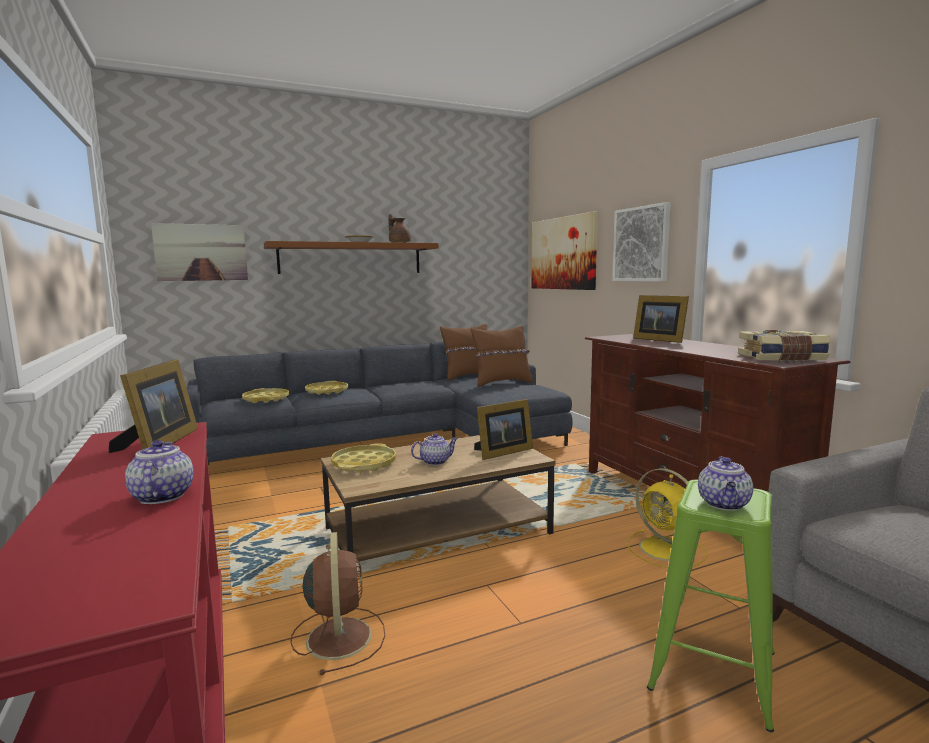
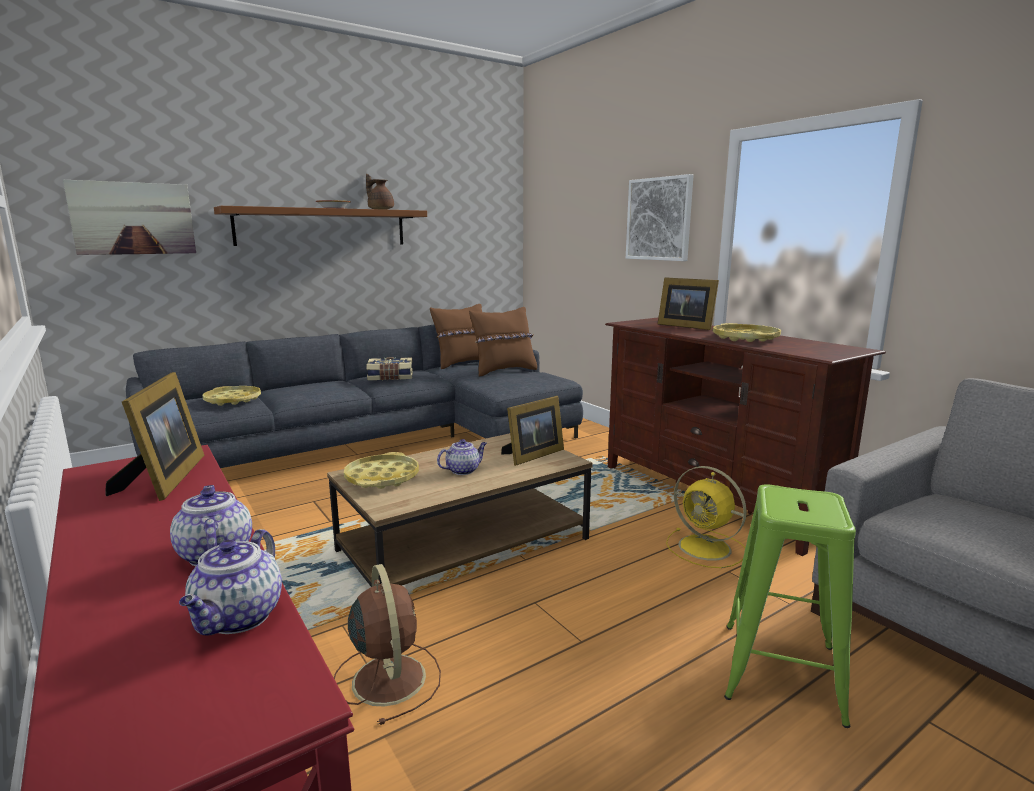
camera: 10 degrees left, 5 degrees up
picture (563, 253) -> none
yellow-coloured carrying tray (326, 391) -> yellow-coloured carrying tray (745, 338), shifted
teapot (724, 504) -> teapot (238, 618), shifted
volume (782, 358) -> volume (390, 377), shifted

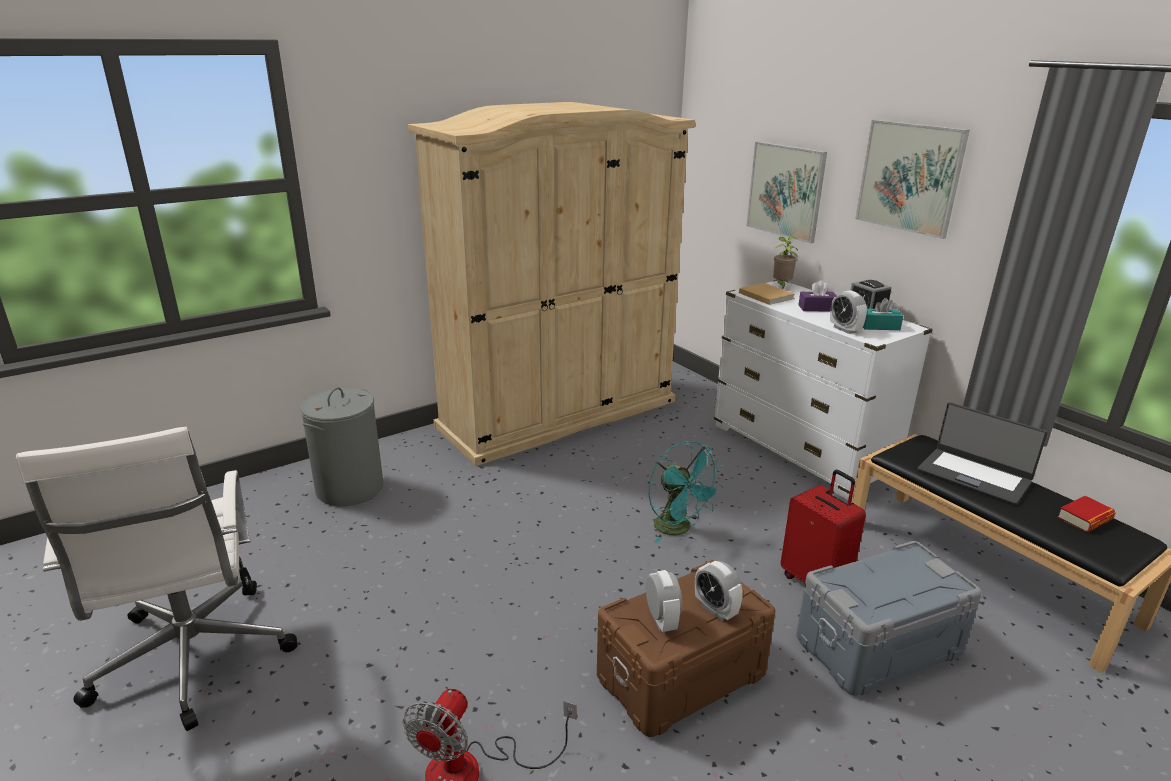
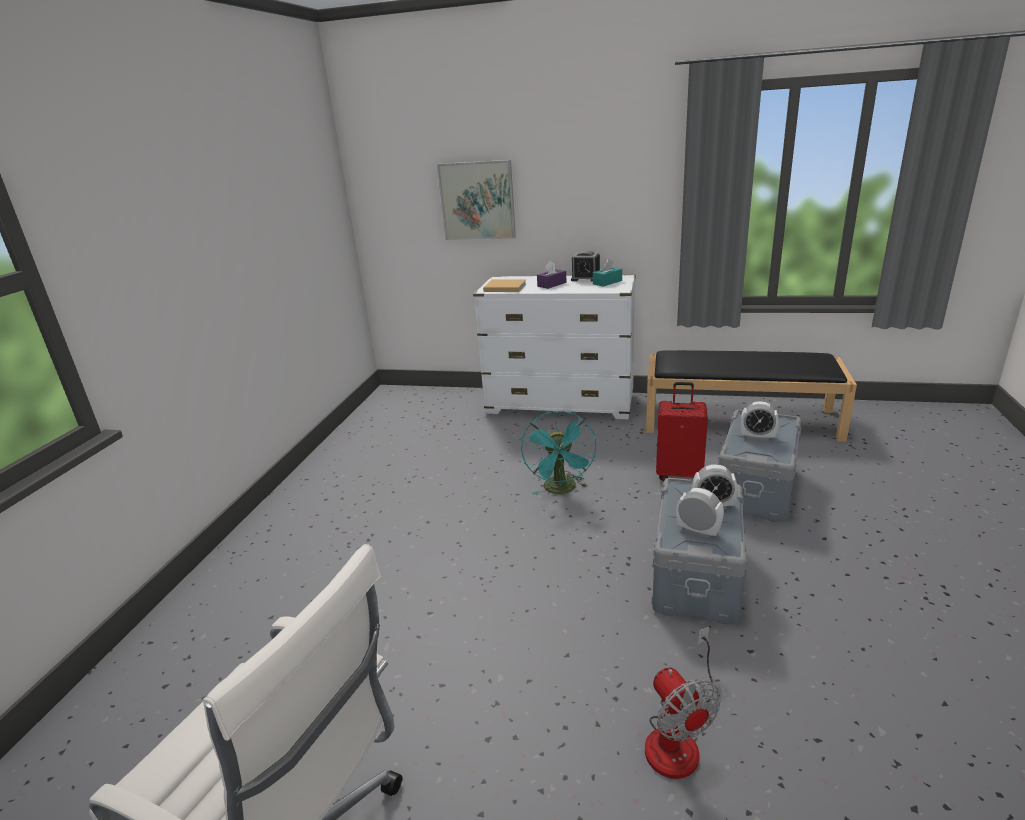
camera: 40 degrees left, 0 degrees up
gray hamper (350, 488) -> none
sand-coloured armoire (558, 413) -> none
houseplant (781, 286) -> none
picture (909, 177) -> none
portable computer (974, 476) -> none
volume (1084, 519) -> none
alarm clock (845, 329) -> alarm clock (757, 437), shifted
brown-coloured storage container (682, 676) -> gray storage container (698, 575)
turquoise cooling fan (679, 529) -> turquoise cooling fan (561, 490), 75 degrees clockwise

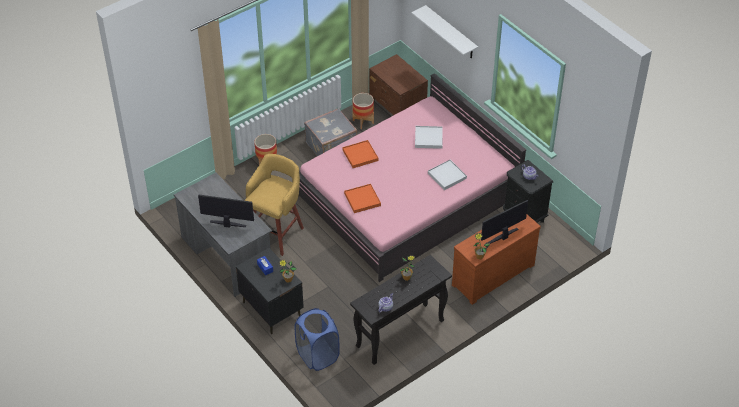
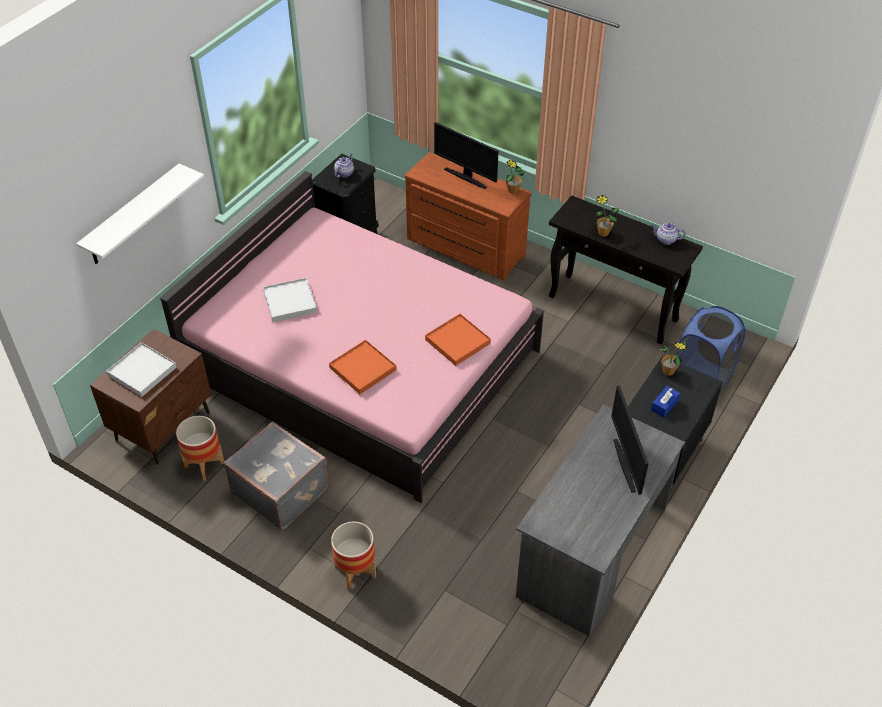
camera: 110 degrees left, 0 degrees up
yellow-coloured sitting stool (276, 233) -> none
white carrying tray (447, 176) -> white carrying tray (142, 371), shifted

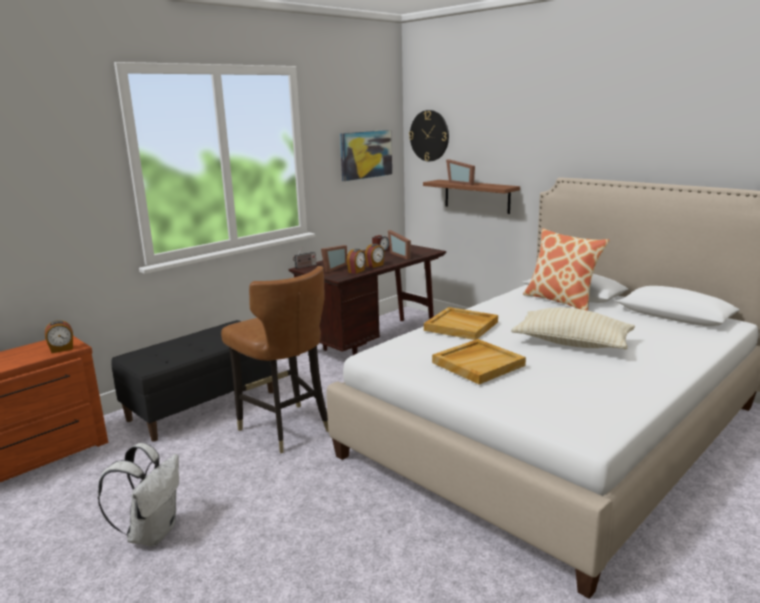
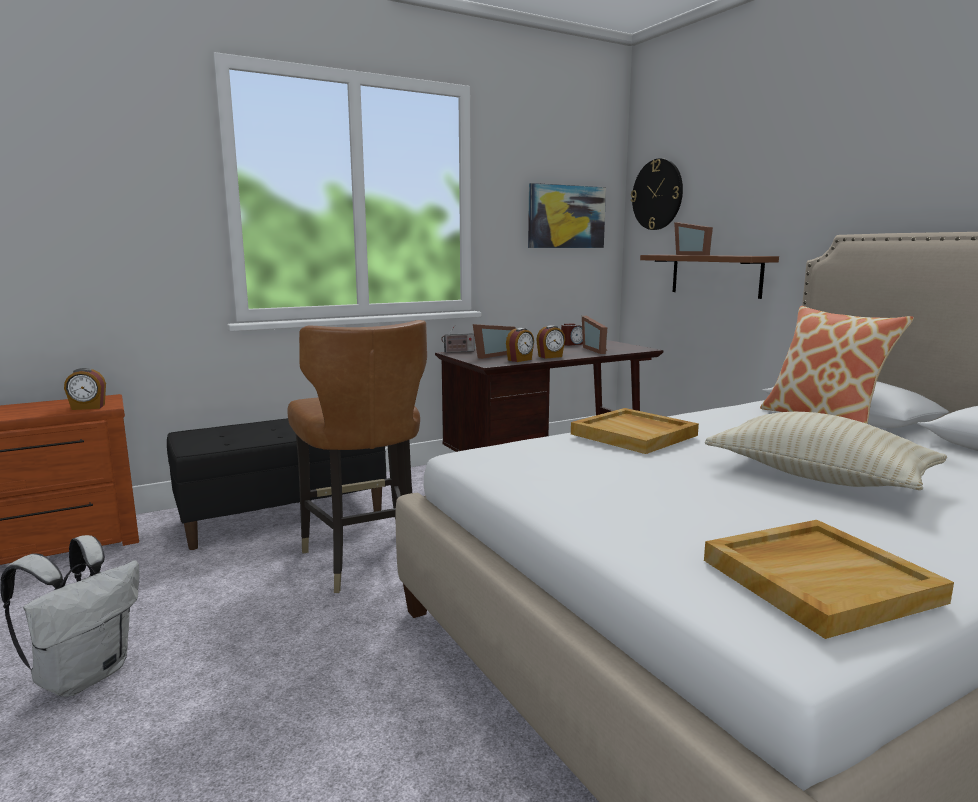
camera: 15 degrees right, 5 degrees down
sand-coloured carrying tray (478, 364) -> sand-coloured carrying tray (819, 579), shifted

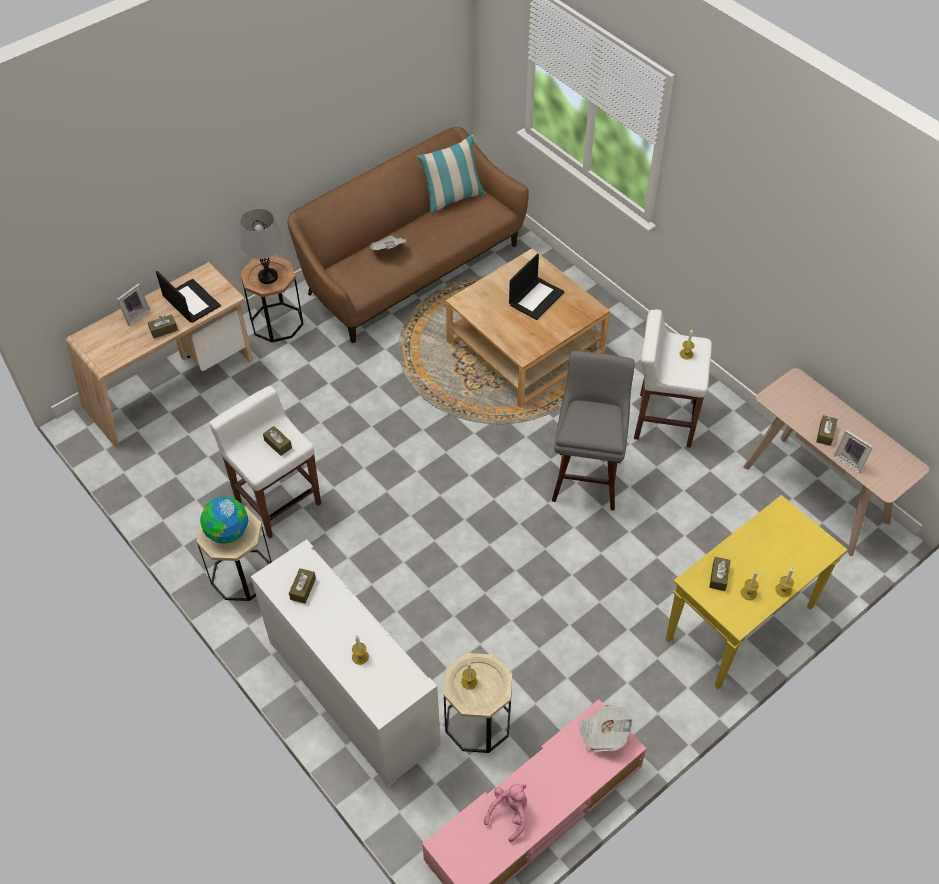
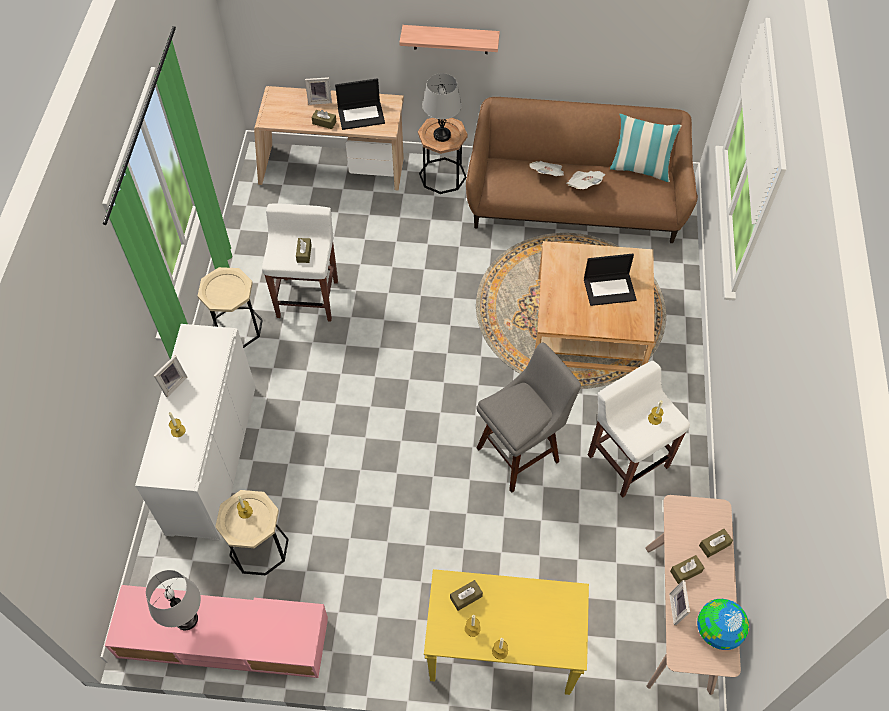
camera: 45 degrees right, 5 degrees up
none -> picture frame (172, 384)
none -> bracket shelf (450, 39)
world globe (227, 532) -> world globe (717, 631), shifted
brown-coloured box of tissues (303, 589) -> brown-coloured box of tissues (714, 545), shifted
printed paper (603, 734) -> printed paper (584, 185), shifted
pinkish cuddly toy (509, 813) -> gray tabletop lamp (186, 619)
portable computer (190, 301) -> portable computer (361, 115), 75 degrees clockwise

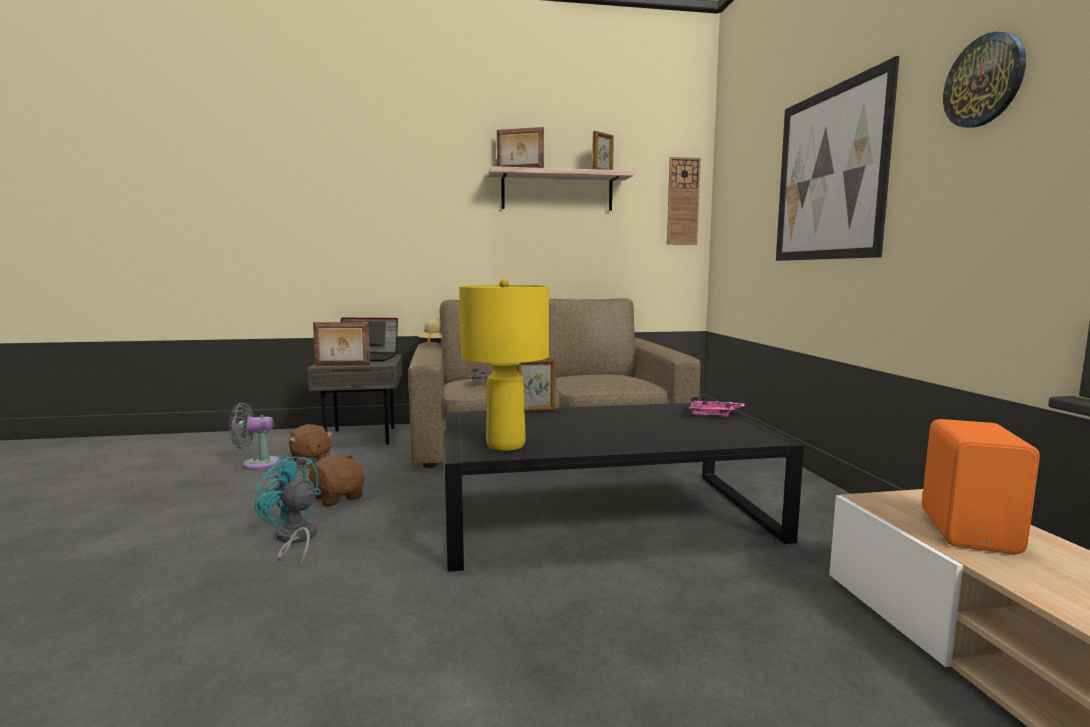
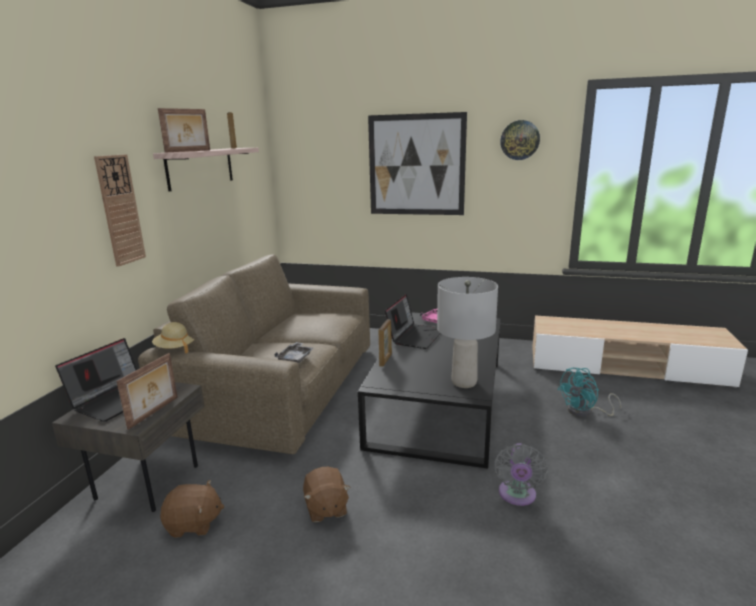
camera: 65 degrees left, 10 degrees up
orangey audio speaker (971, 531) -> none
none -> portable computer (415, 336)
gray cooling fan (257, 464) -> gray cooling fan (517, 496), shifted
turquoise cooling fan (294, 539) -> turquoise cooling fan (585, 412), shifted
wall clock (683, 201) -> wall clock (120, 210), shifted
yellow-coloured tabletop lamp (506, 445) -> gray tabletop lamp (463, 382)
brown-coloured cuddly toy (338, 497) -> brown-coloured cuddly toy (326, 508), 90 degrees counterclockwise

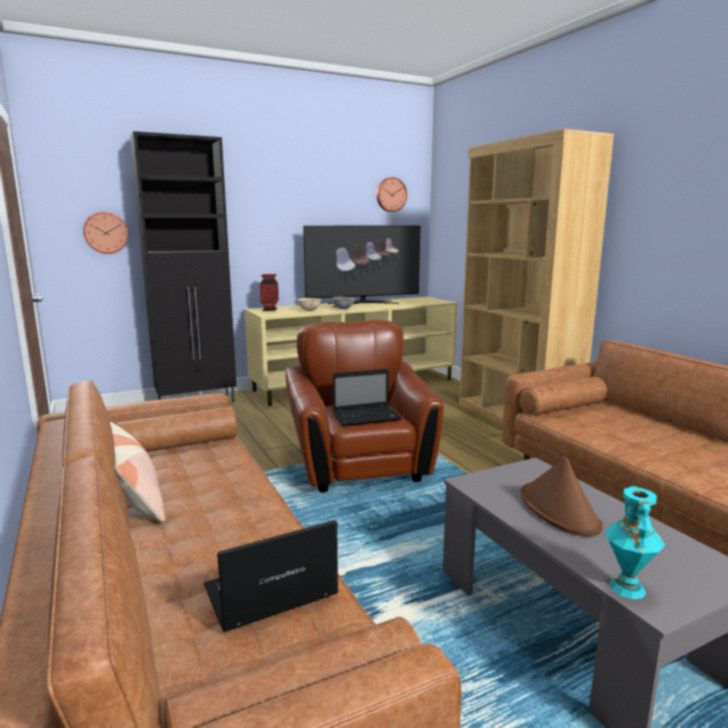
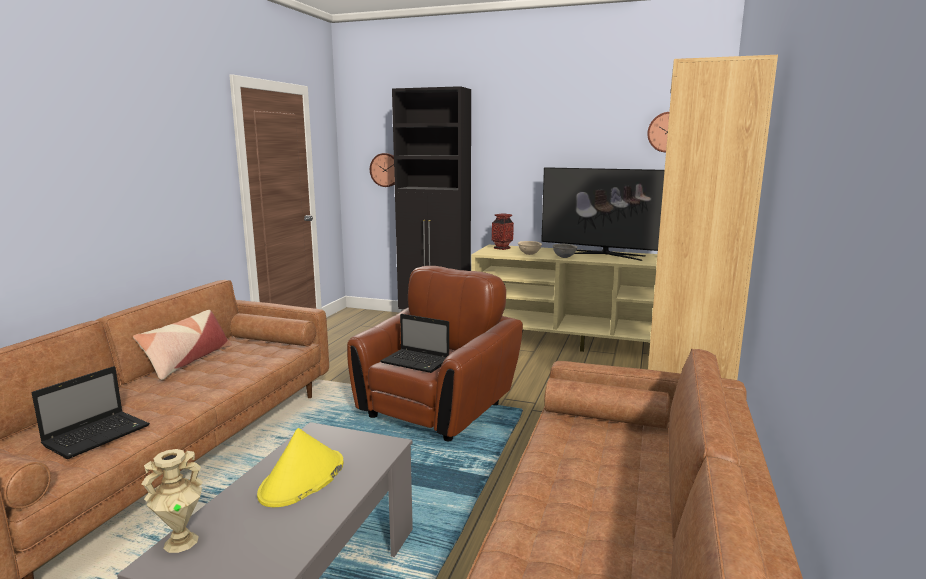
camera: 45 degrees right, 0 degrees up
brown-coloured hat (559, 510) -> yellow-coloured hat (302, 479)
turquoise flower vase (626, 587) -> sand-coloured flower vase (181, 541)
portable computer (268, 594) -> portable computer (99, 435), 105 degrees clockwise

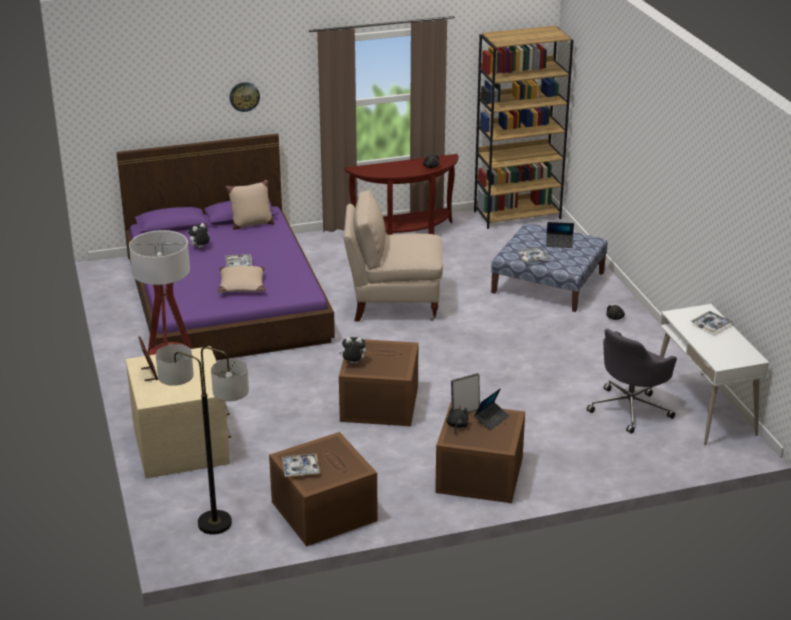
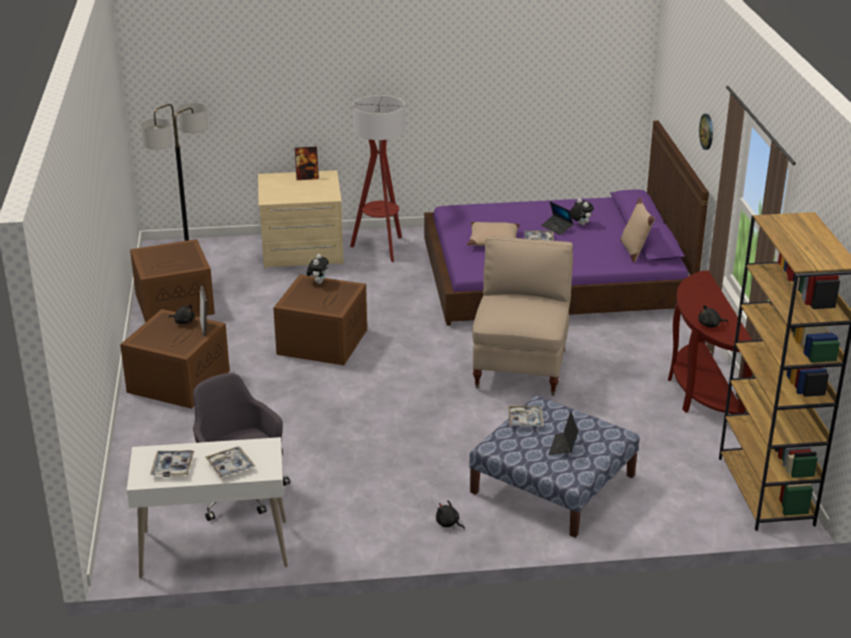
camera: 100 degrees right, 0 degrees up
carrying tray (300, 469) -> carrying tray (172, 467), shifted
portable computer (491, 419) -> portable computer (557, 228), shifted

